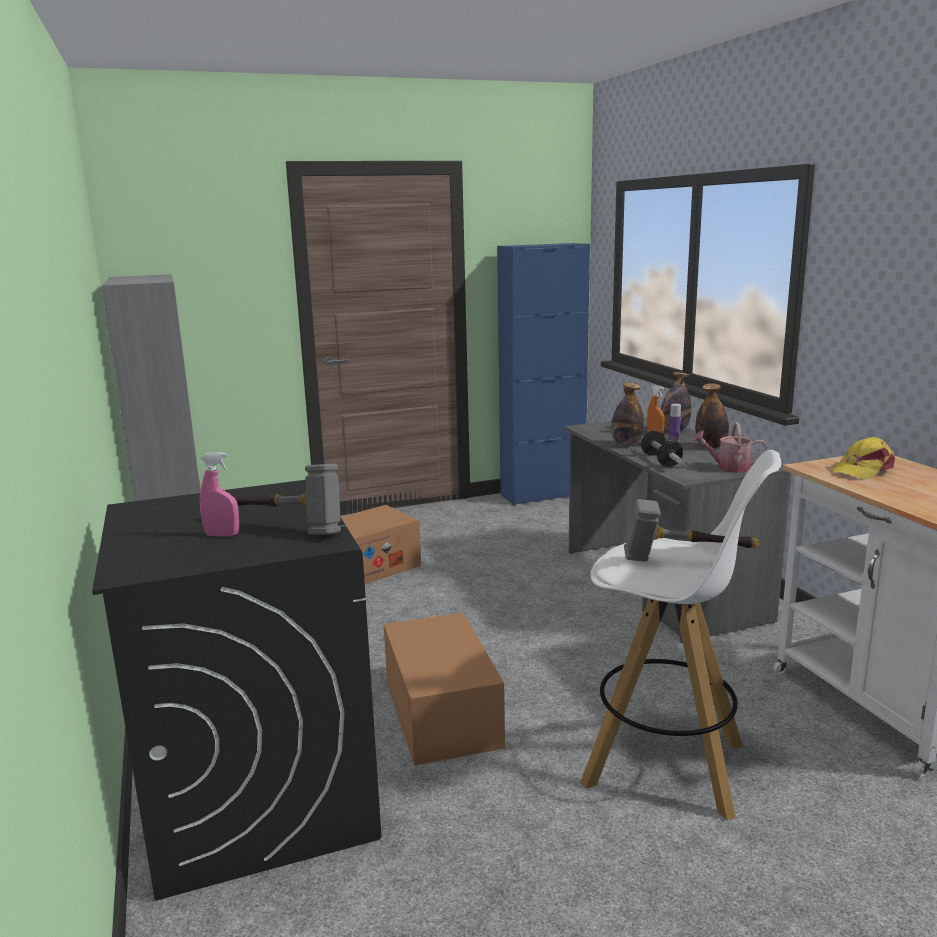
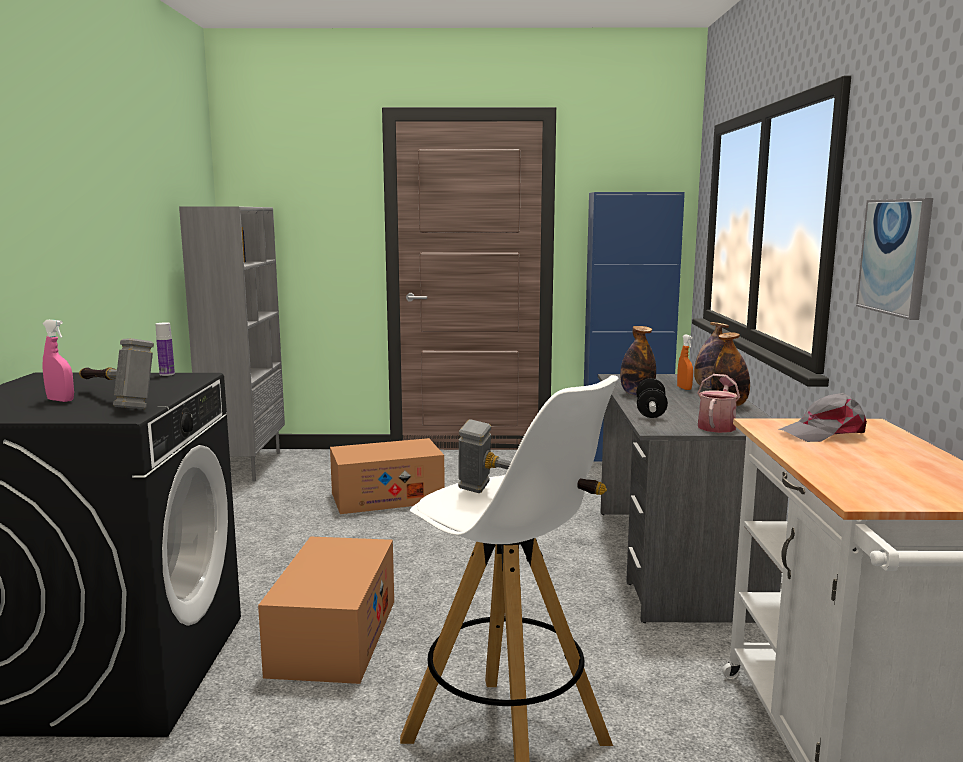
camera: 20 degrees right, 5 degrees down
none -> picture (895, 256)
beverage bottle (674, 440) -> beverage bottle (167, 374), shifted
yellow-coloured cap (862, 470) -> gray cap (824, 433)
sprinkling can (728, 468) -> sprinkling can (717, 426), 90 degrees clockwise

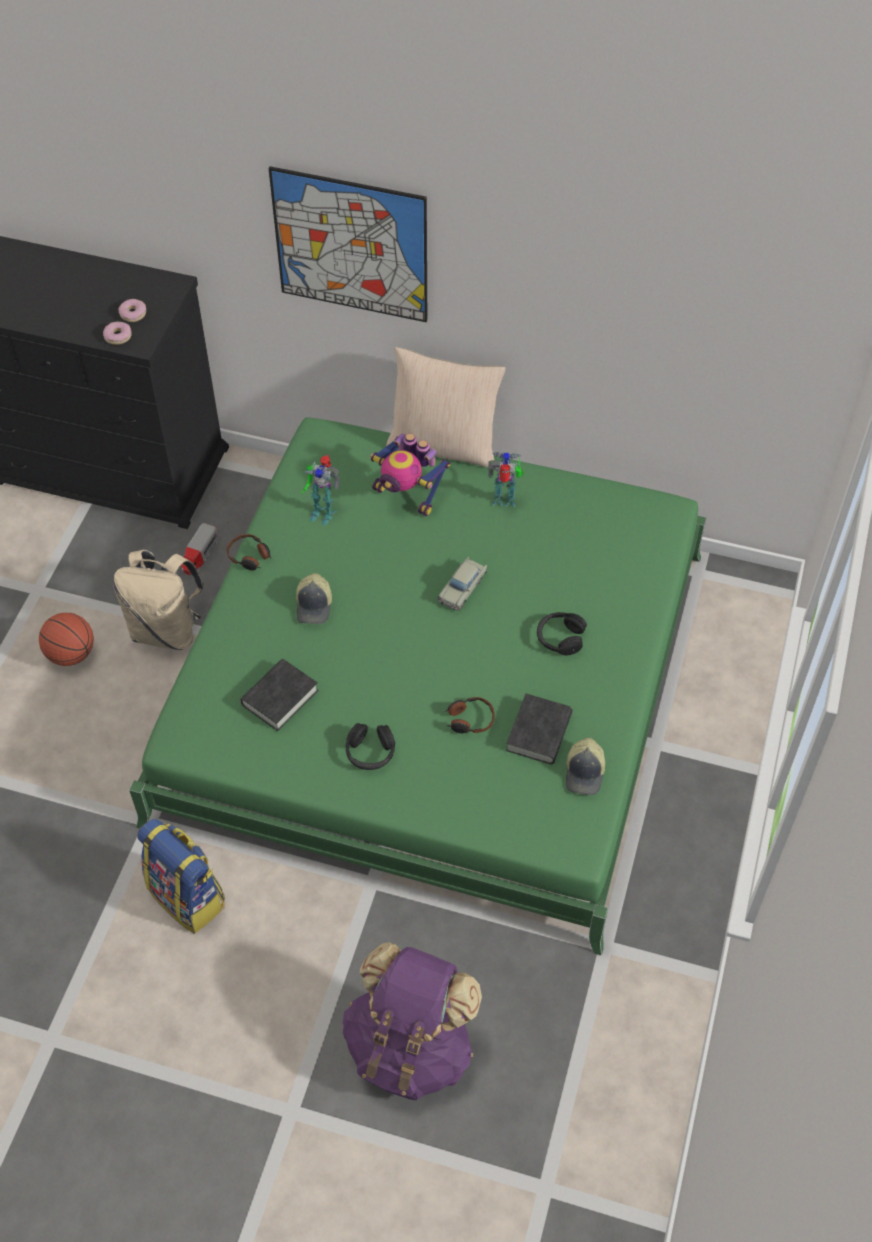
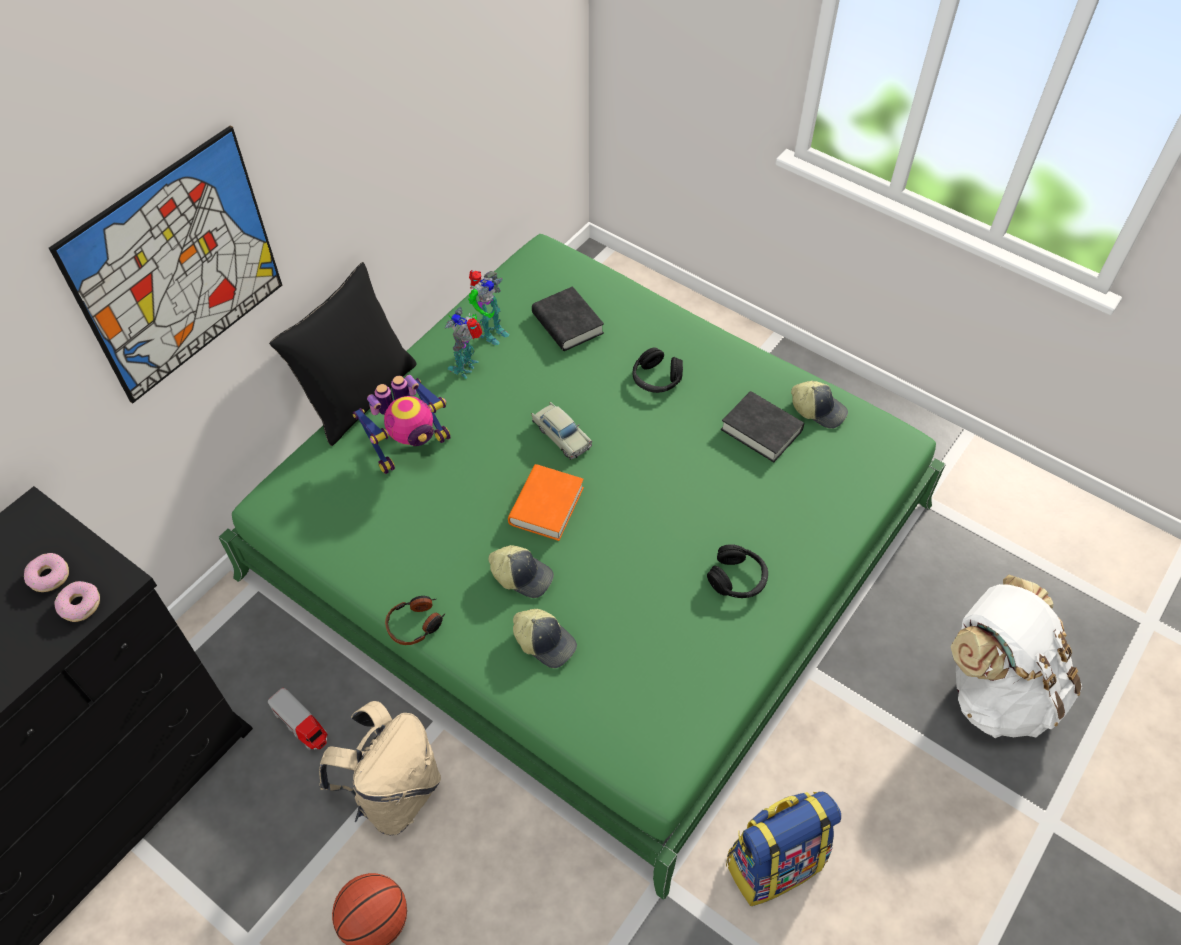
camera: 70 degrees left, 0 degrees up
headset (469, 720) -> none
none -> orangey volume (546, 506)
none -> cap (545, 641)
black volume (280, 698) -> black volume (567, 324), shifted
robot figure (322, 511) -> robot figure (490, 333), shifted
purplish knapsack (410, 1046) -> white knapsack (996, 689)
sand-coloured pillow (444, 445) -> black pillow (358, 394)

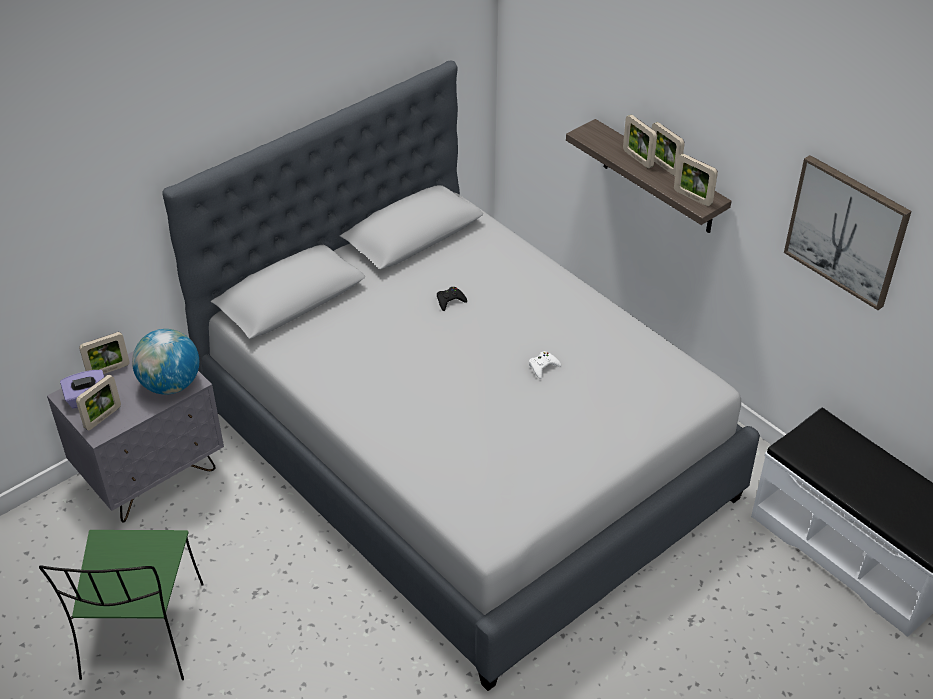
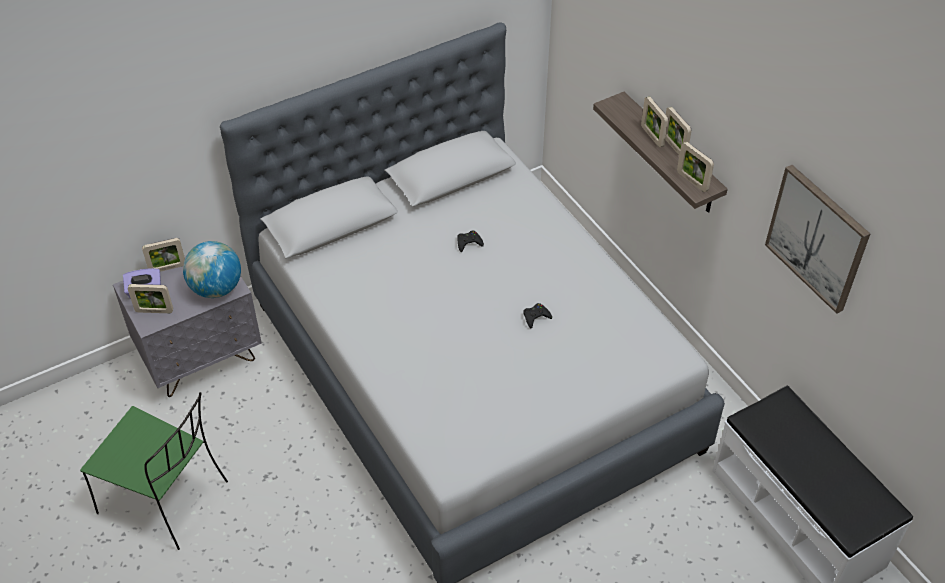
camera: 10 degrees right, 5 degrees up
white joypad (543, 367) -> black joypad (536, 317)
green plain chair (142, 634) -> green plain chair (166, 498), 75 degrees counterclockwise
picture frame (103, 417) -> picture frame (154, 311), 45 degrees clockwise

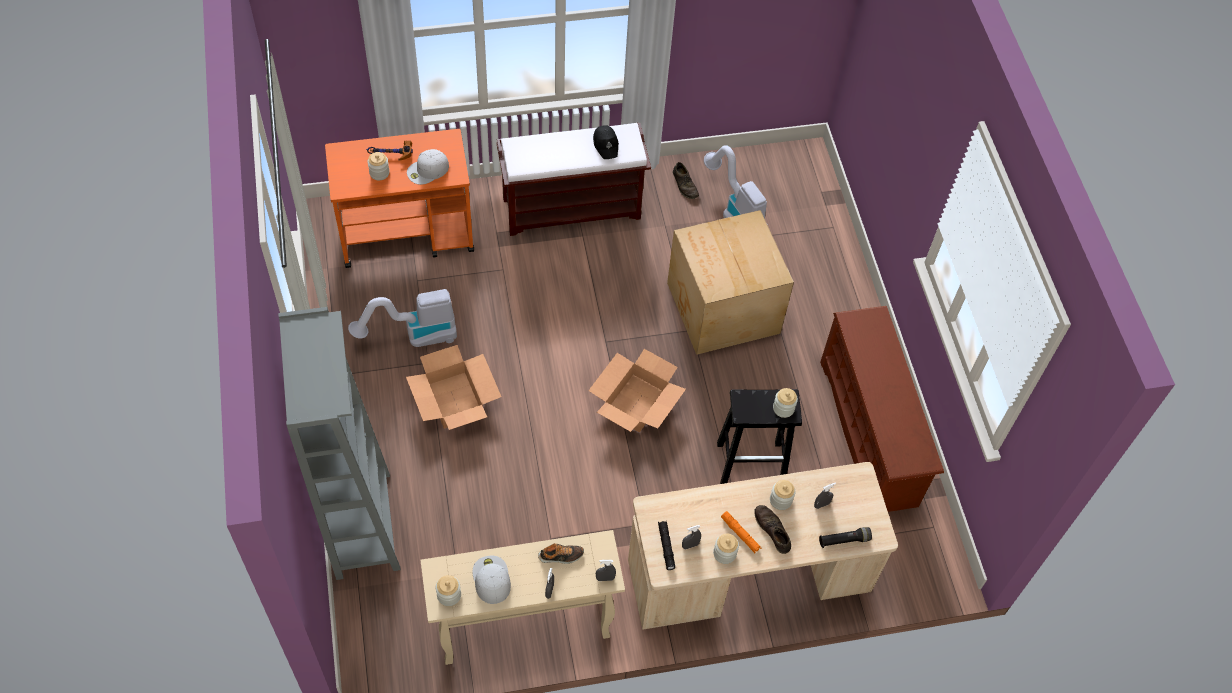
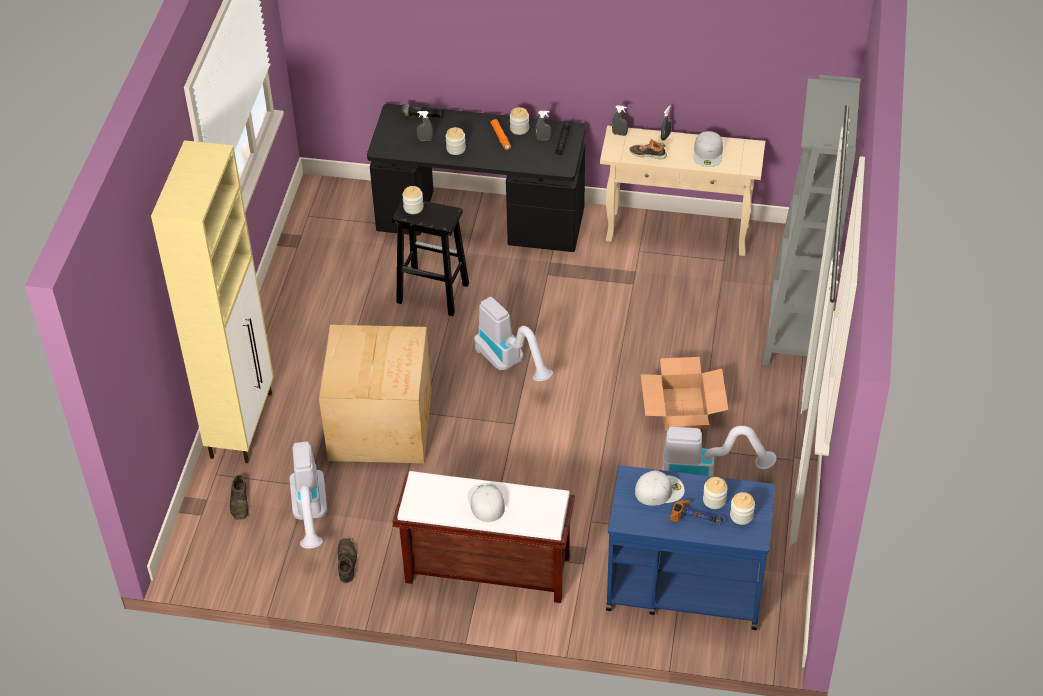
camera: 155 degrees left, 10 degrees down
black cap (606, 144) -> none
brown-coloured shoe shelf (870, 434) -> none
none -> sand-coloured cupboard (242, 424)
none -> white cap (485, 502)
preserve jar (449, 595) -> preserve jar (741, 516), shifted
brown-coloured item of footwear (772, 530) -> brown-coloured item of footwear (240, 502), shifted
carton (635, 403) -> vacuum (510, 364)
orangey wheeled cart (407, 234) -> blue wheeled cart (683, 588)
sand-coloured desk unit (748, 577) -> black desk unit (480, 221)

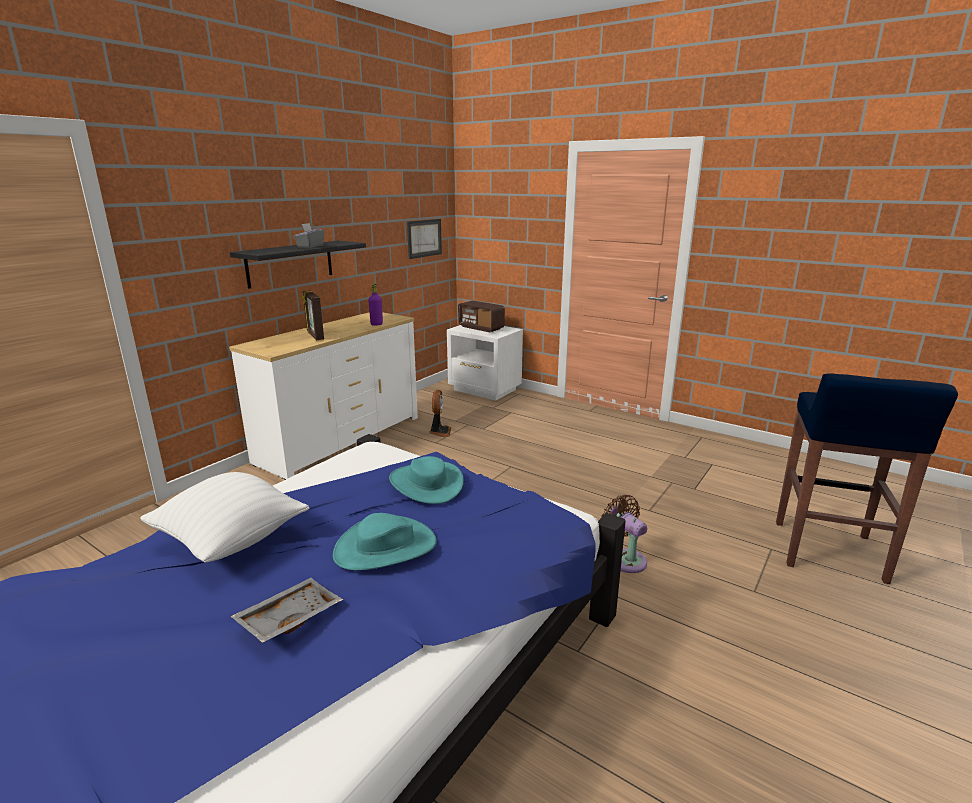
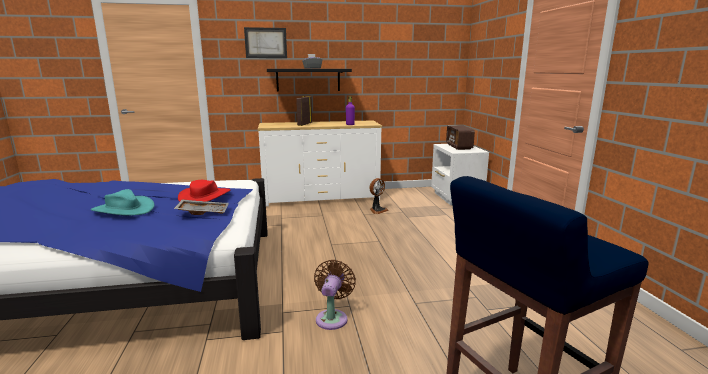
camera: 45 degrees right, 5 degrees down
white pillow (231, 540) -> none
gray carrying tray (289, 618) -> gray carrying tray (203, 212), shifted
picture (424, 238) -> picture (266, 43), shifted
turquoise hat (426, 483) -> red-coloured hat (205, 196)

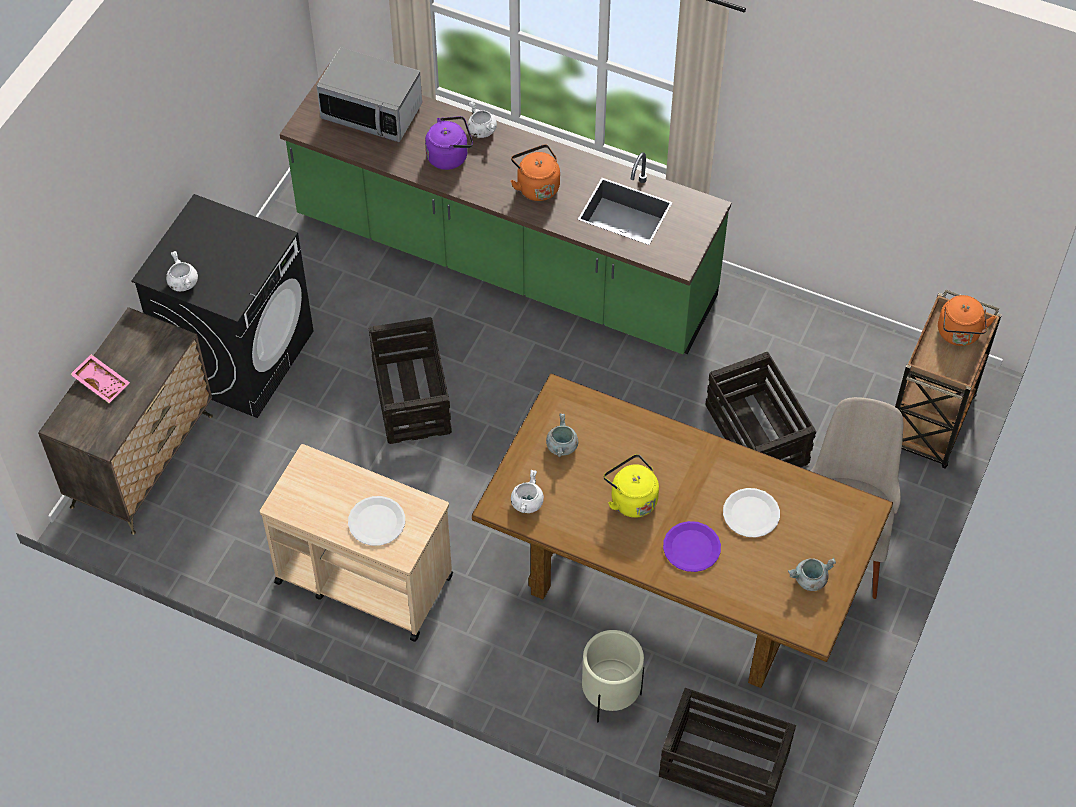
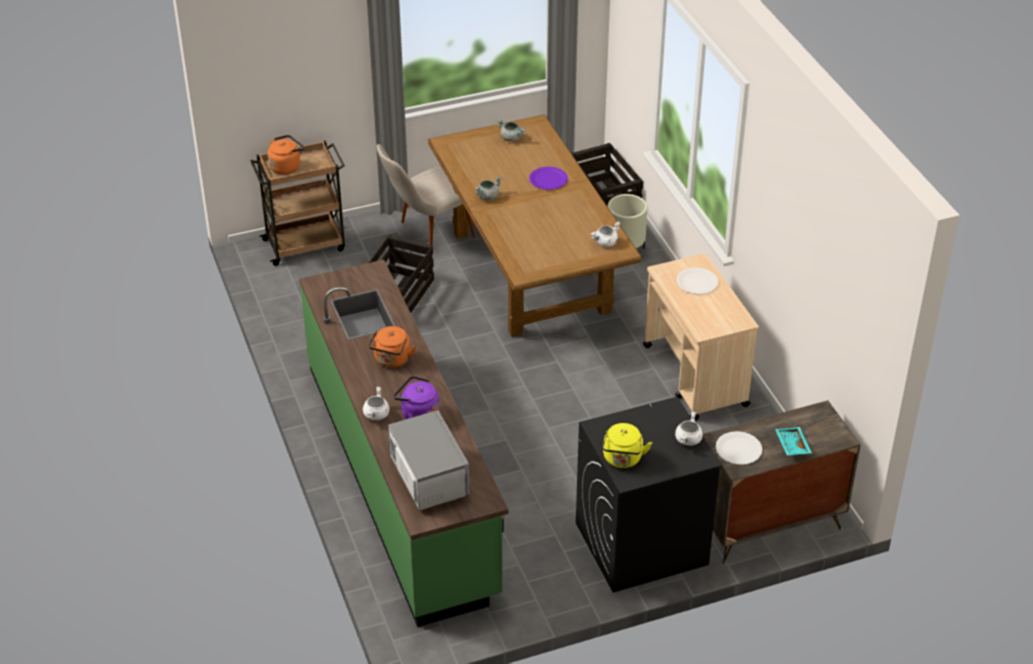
camera: 135 degrees left, 15 degrees down
crate (411, 396) -> none
gray saucepot (562, 447) -> gray saucepot (487, 196), shifted
yellow-coloured kettle (631, 499) -> yellow-coloured kettle (622, 459), shifted
white dinner plate (751, 514) -> white dinner plate (738, 449), shifted
pinkish carrying tray (102, 382) -> turquoise carrying tray (791, 446)

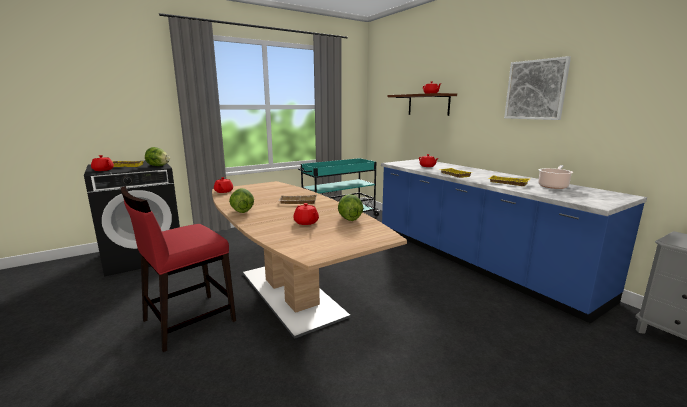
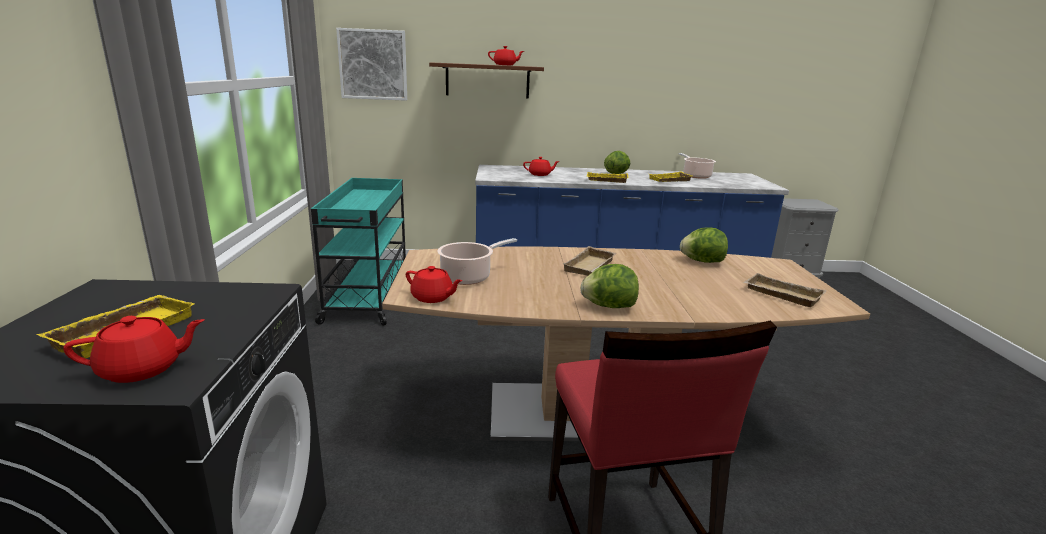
camera: 60 degrees left, 5 degrees up
red-coloured teapot (306, 222) -> none
none -> saucepot (468, 277)
none -> sand-coloured carrying tray (780, 295)
head of lettuce (158, 166) -> head of lettuce (617, 173), shifted
picture (535, 90) -> picture (373, 64), shifted

